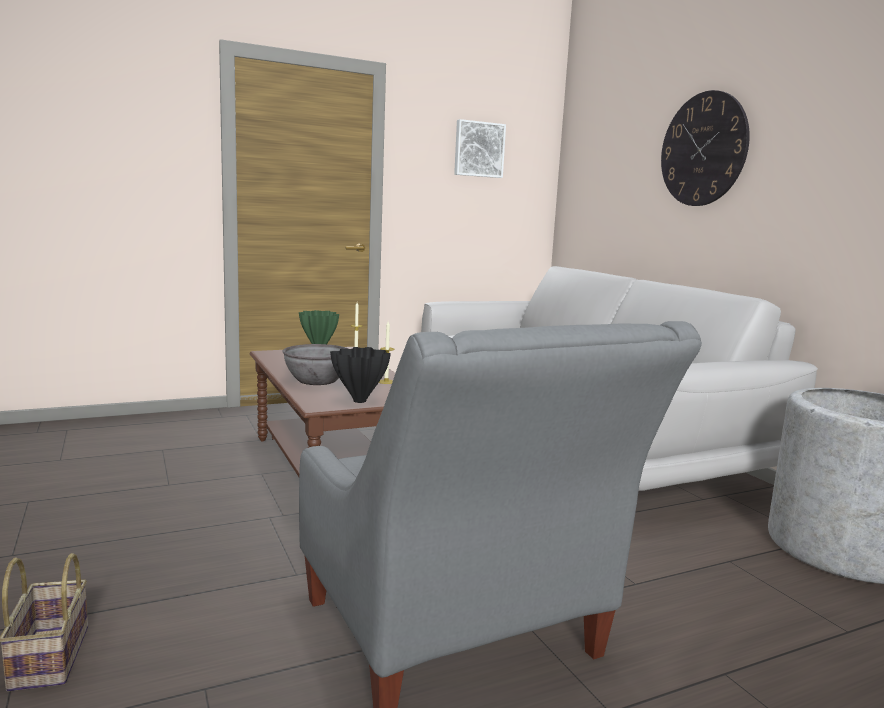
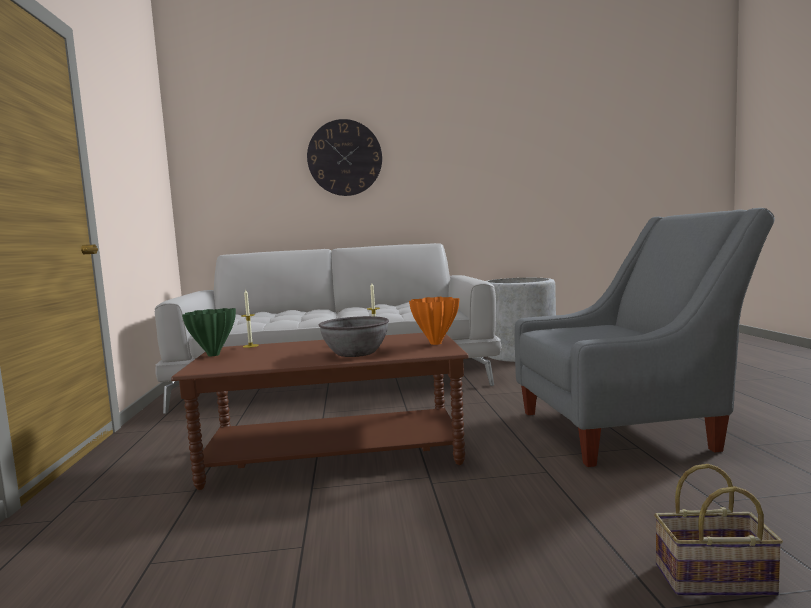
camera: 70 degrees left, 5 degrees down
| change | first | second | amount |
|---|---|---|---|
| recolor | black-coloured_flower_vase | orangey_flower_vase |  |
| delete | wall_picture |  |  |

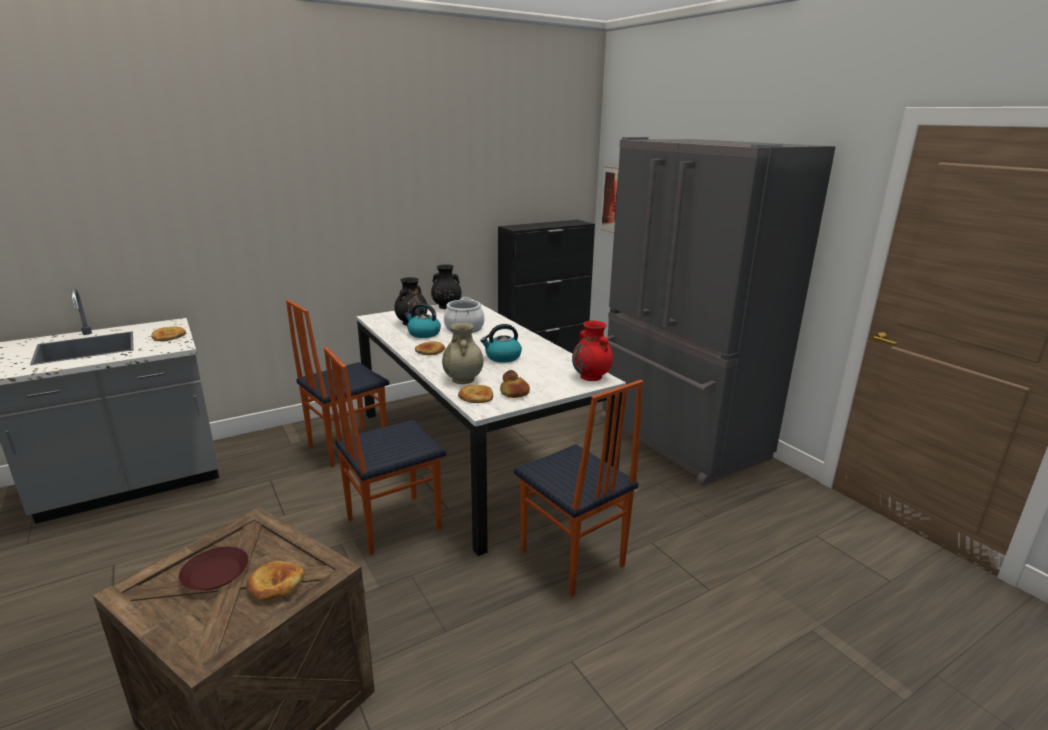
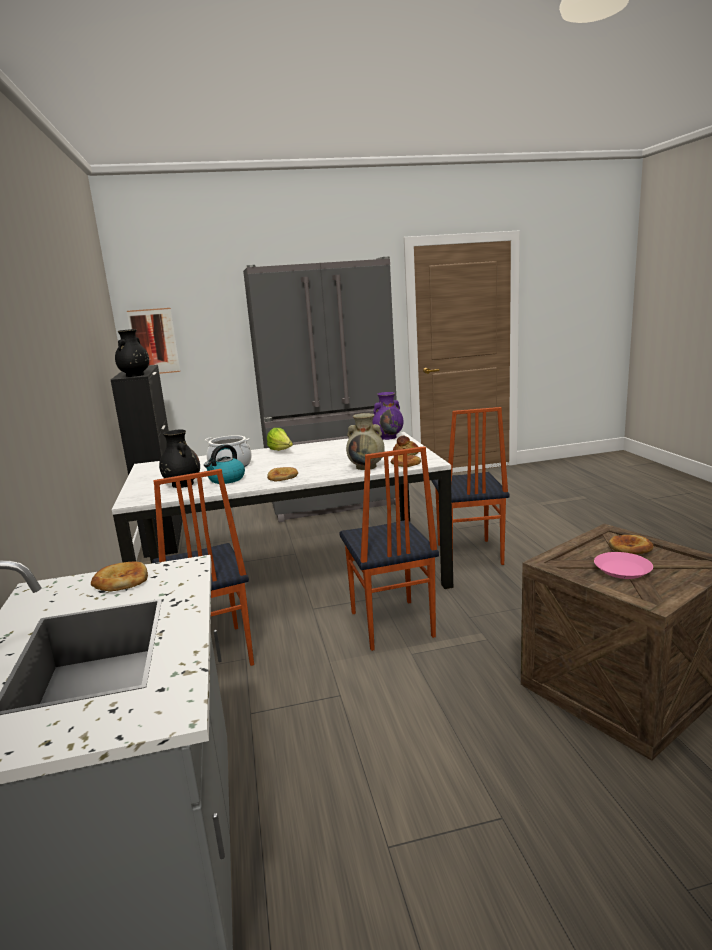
camera: 70 degrees left, 5 degrees down
| change | first | second | amount |
|---|---|---|---|
| move | black-coloured_flower_vase (2nd from left in the first image) | black-coloured_flower_vase (1st from left) |  |
| insert |  | head_of_lettuce |  |
| recolor | reddish_flower_vase | purple_flower_vase |  |
| rotate | plain_chair (3rd from left) |  | 105 degrees clockwise |
| recolor | brown-coloured_plate | pink-coloured_plate |  |
| delete | tea_kettle (2nd from left) |  |  |

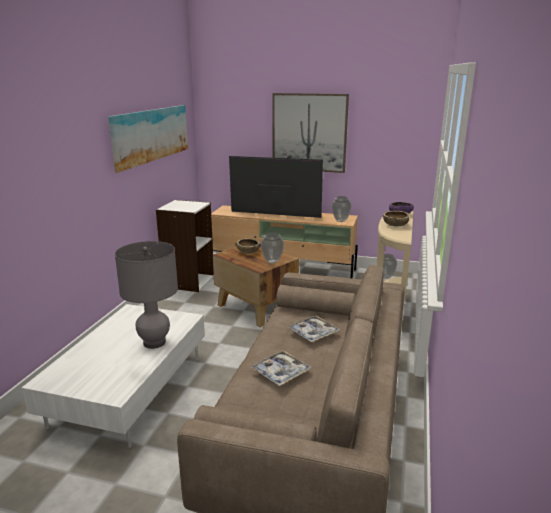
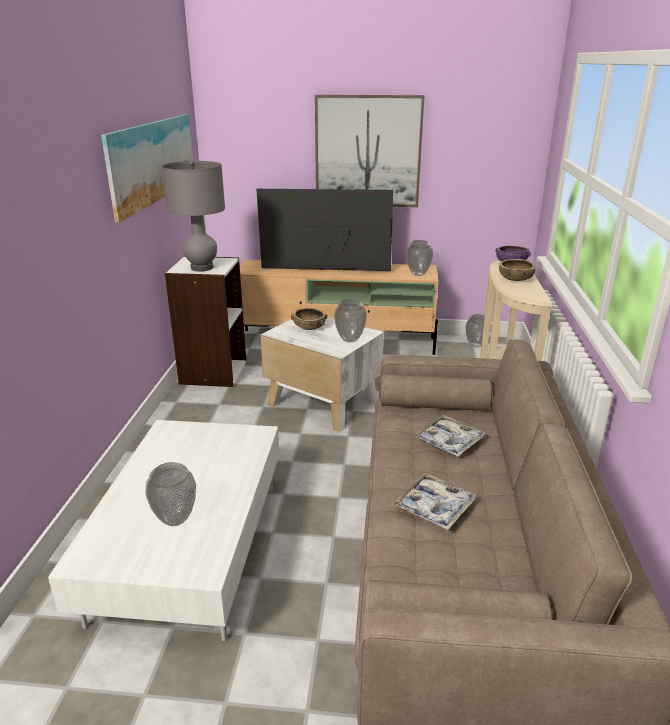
camera: 10 degrees left, 5 degrees up
| change | first | second | amount |
|---|---|---|---|
| insert |  | flower_vase (1st from left) |  |
| move | greyish_lamp_for_a_table |  |  |
| recolor | brown-coloured_side_table | whitish_side_table |  |

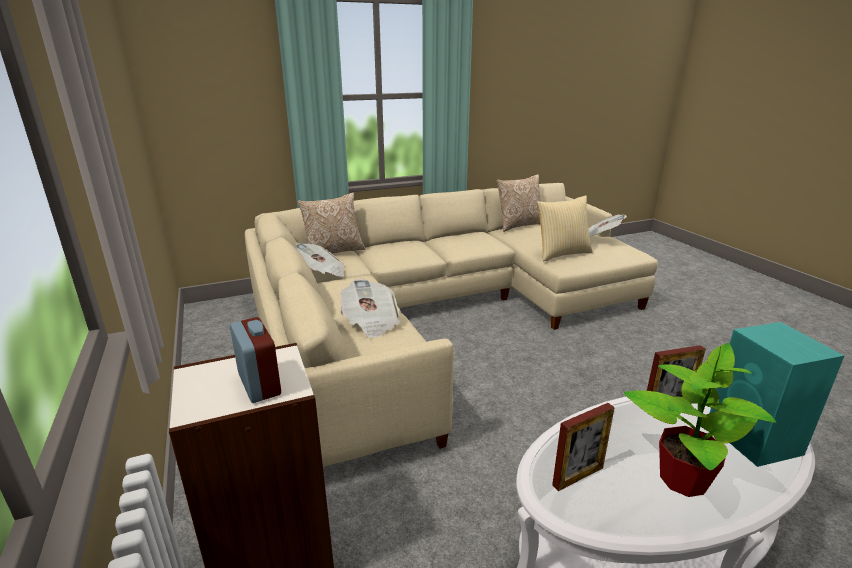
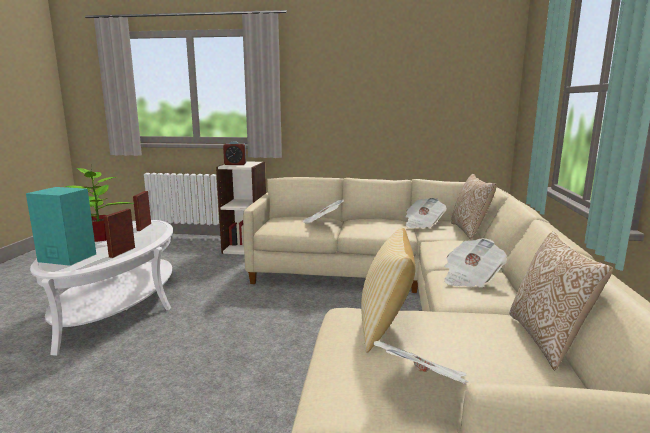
camera: 120 degrees right, 10 degrees down
| change | first | second | amount |
|---|---|---|---|
| insert |  | newspaper (4th from left) |  |

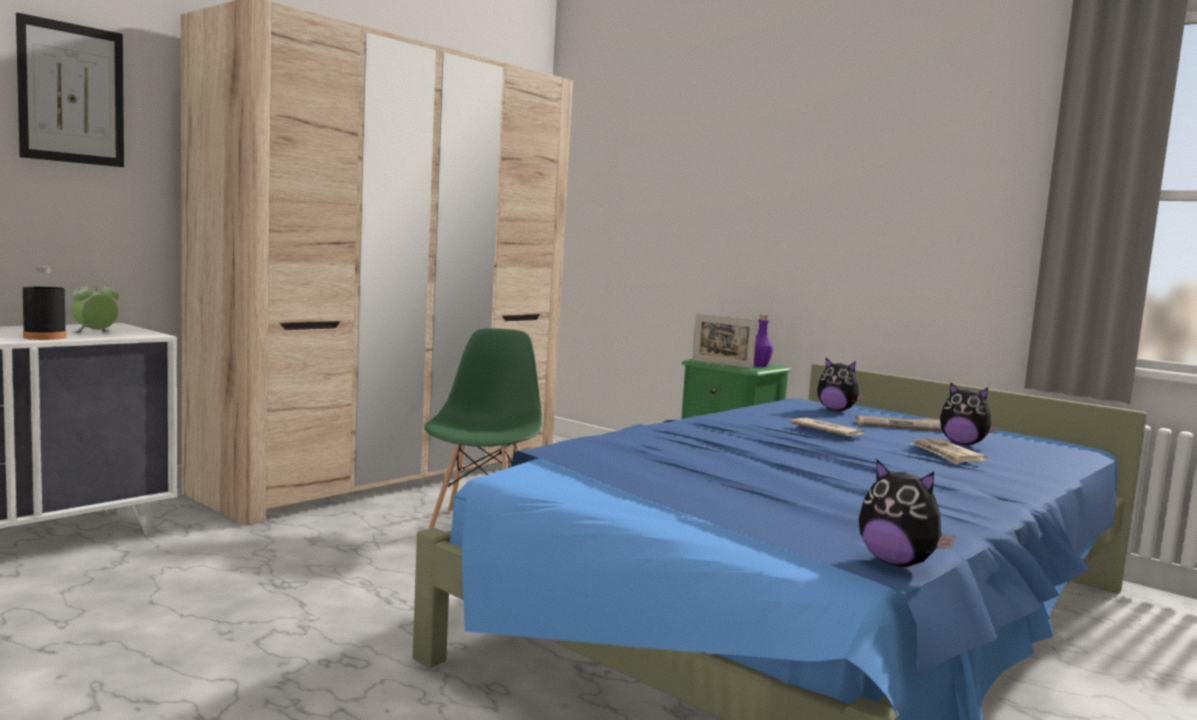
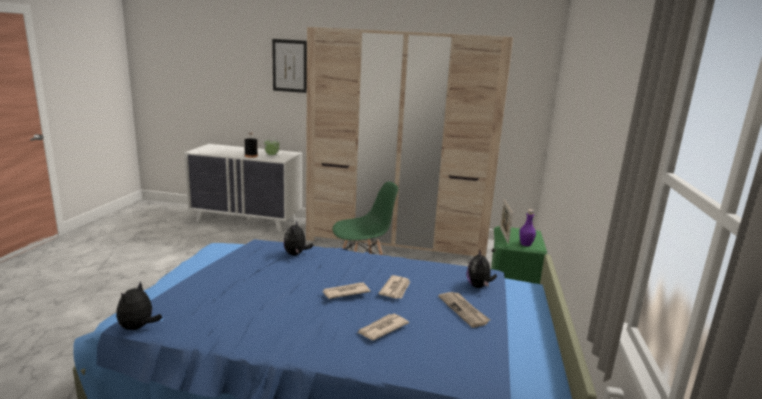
camera: 60 degrees right, 10 degrees up
| change | first | second | amount |
|---|---|---|---|
| move | soft_toy (3rd from left in the first image) | soft_toy (2nd from left) |  |
| insert |  | newspaper (1st from left) |  |

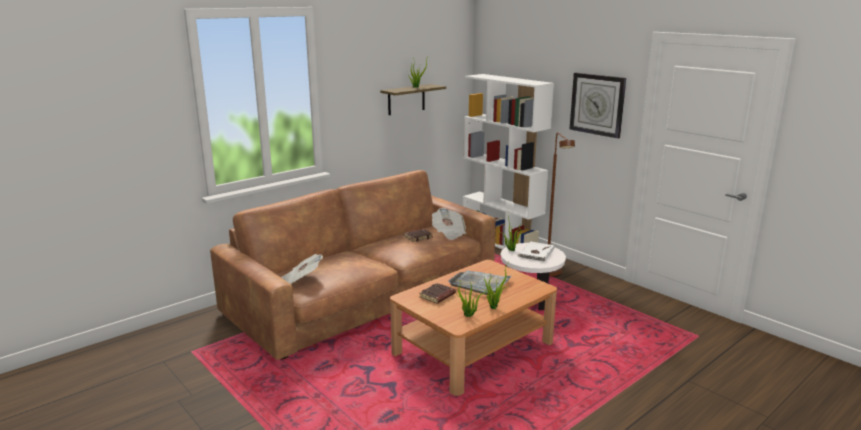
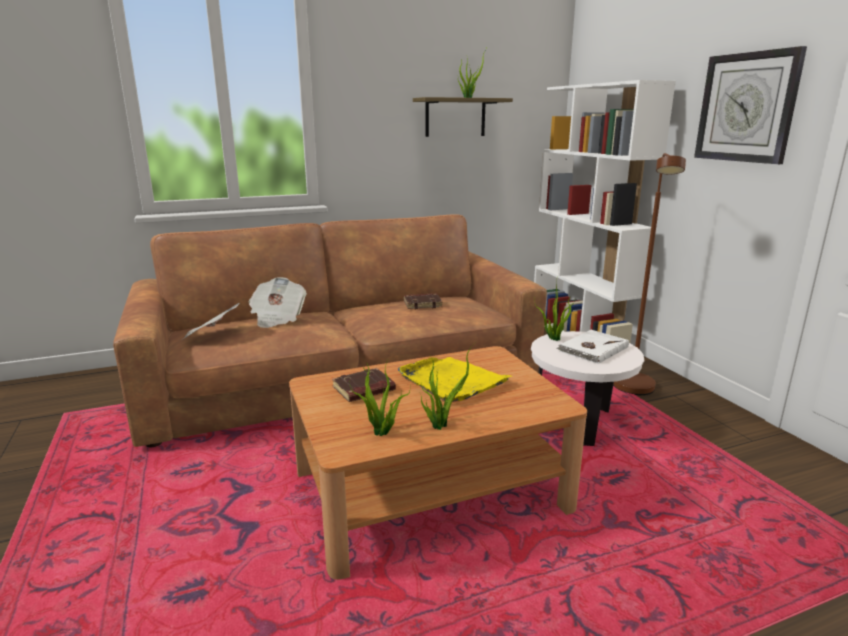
camera: 20 degrees right, 0 degrees up
| change | first | second | amount |
|---|---|---|---|
| move | newspaper (2nd from left) |  |  |
| recolor | greyish_tray | yellow_tray |  |

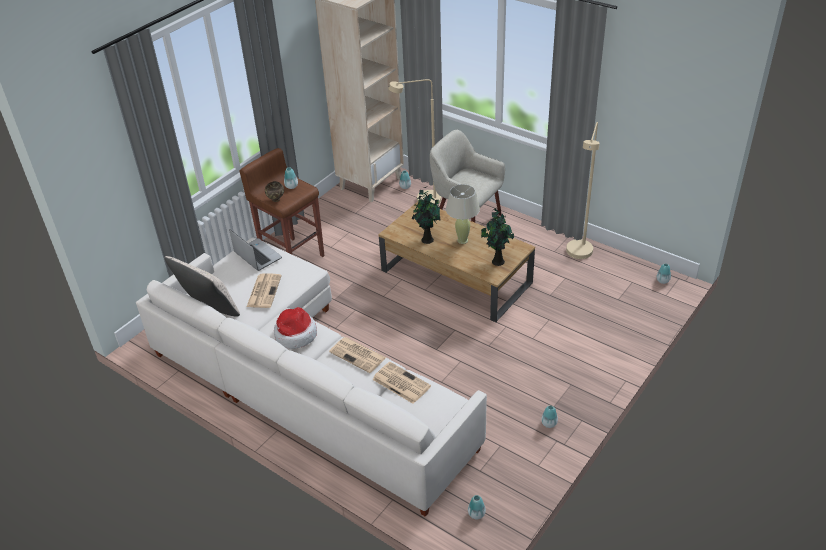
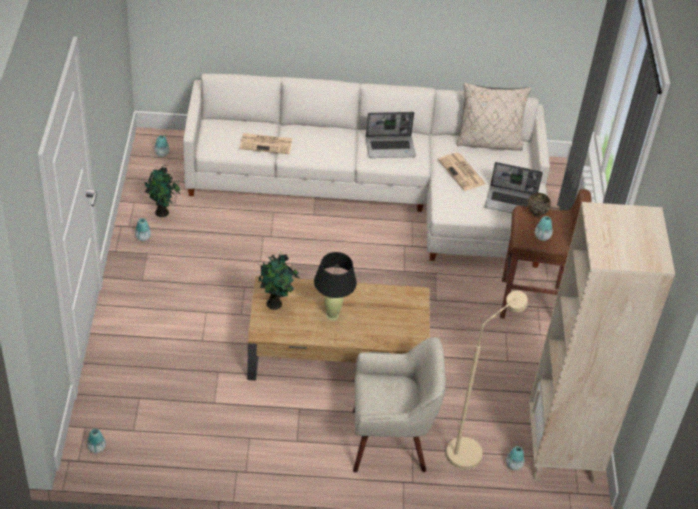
camera: 140 degrees right, 5 degrees up
| change | first | second | amount |
|---|---|---|---|
| move | houseplant (1st from left) |  |  |
| recolor | beige-coloured_lamp_for_a_table | black-coloured_lamp_for_a_table |  |
| replace | clothing_hat | notebook_computer (1st from left) |  |
| delete | newspaper (2nd from left) |  |  |
| delete | beige-coloured_standard_lamp (2nd from left) |  |  |

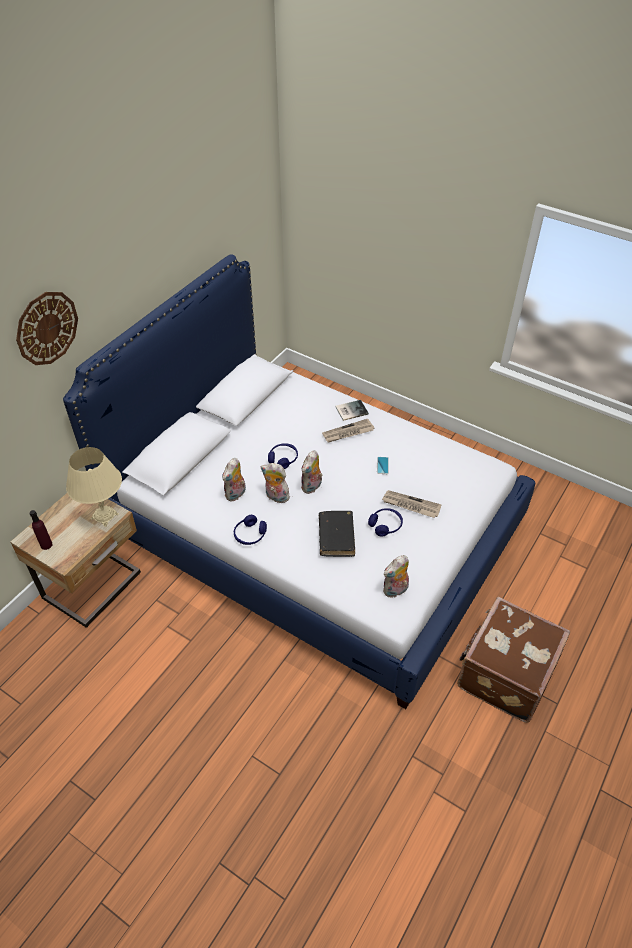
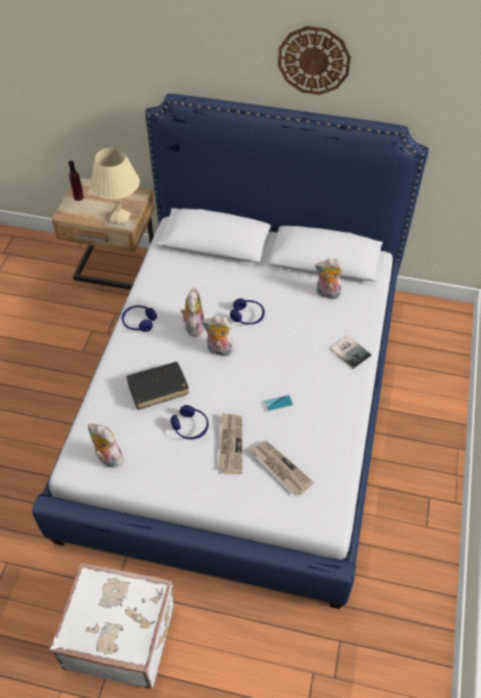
camera: 70 degrees right, 5 degrees up
| change | first | second | amount |
|---|---|---|---|
| recolor | brown-coloured_piece_of_luggage | whitish_piece_of_luggage |  |
| move | newspaper (1st from left in the first image) | newspaper (2nd from left) |  |
| move | hanging_clock |  |  |
| move | soft_toy (1st from left in the first image) | soft_toy (4th from left) |  |

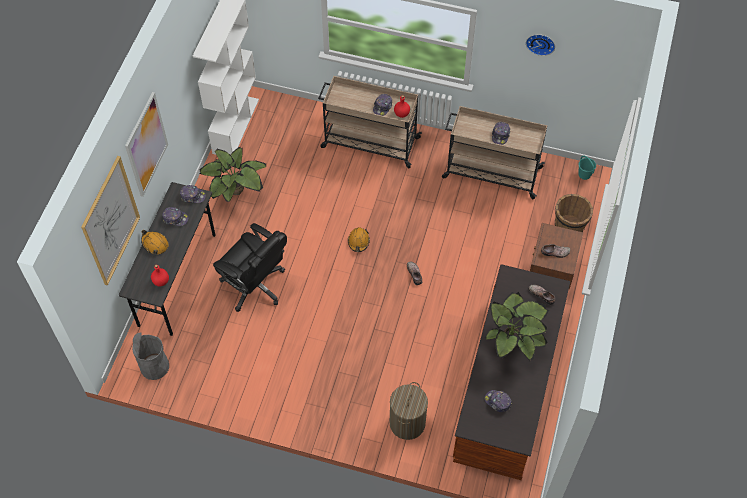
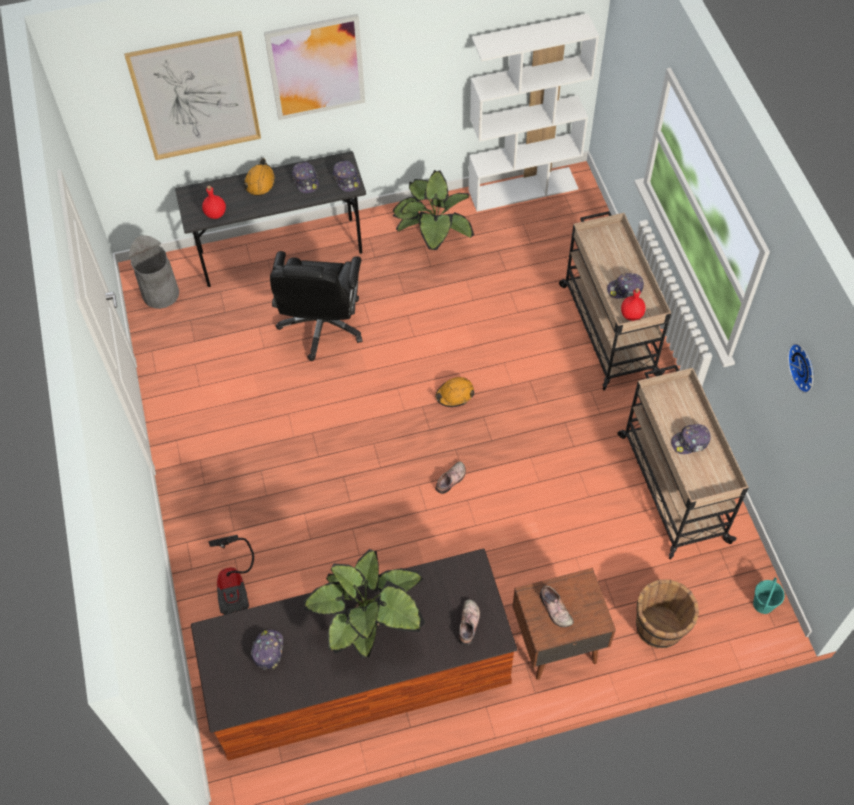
camera: 60 degrees right, 0 degrees up
| change | first | second | amount |
|---|---|---|---|
| replace | laundry_basket | vacuum |  |

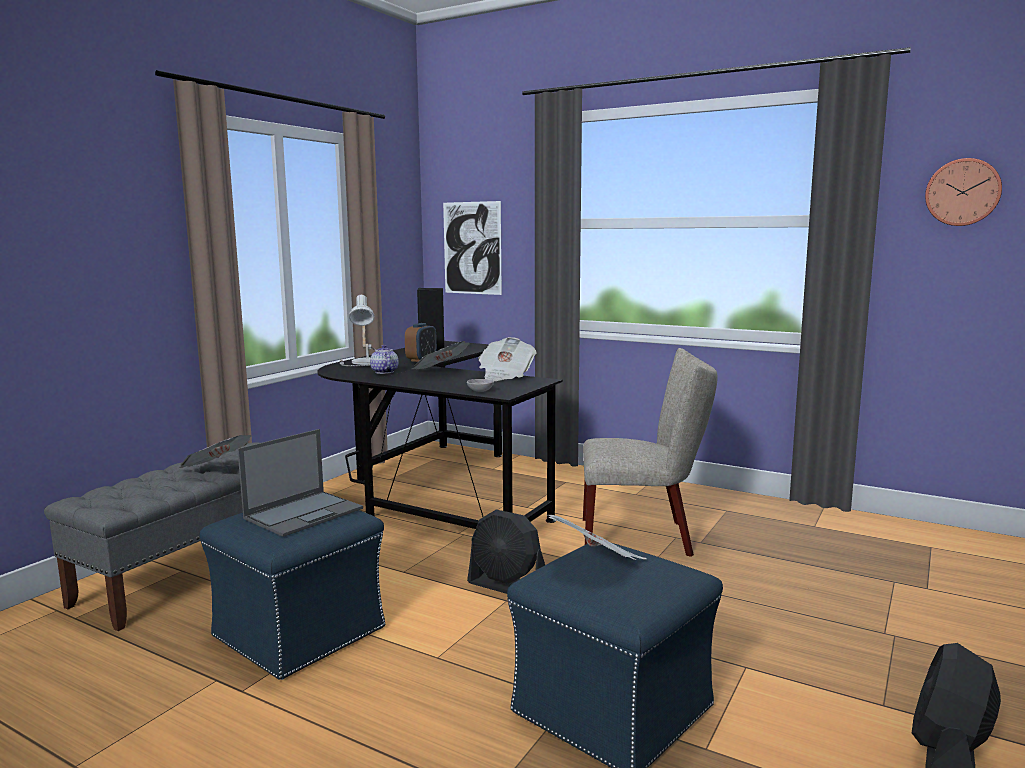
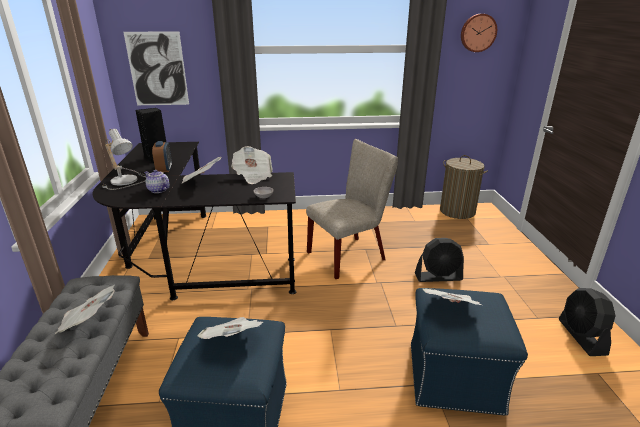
camera: 35 degrees left, 15 degrees up
| change | first | second | amount |
|---|---|---|---|
| replace | notebook_computer | newspaper (3rd from left) |  |
| move | black-coloured_electric_fan (1st from left) |  |  |
| insert |  | laundry_basket |  |

